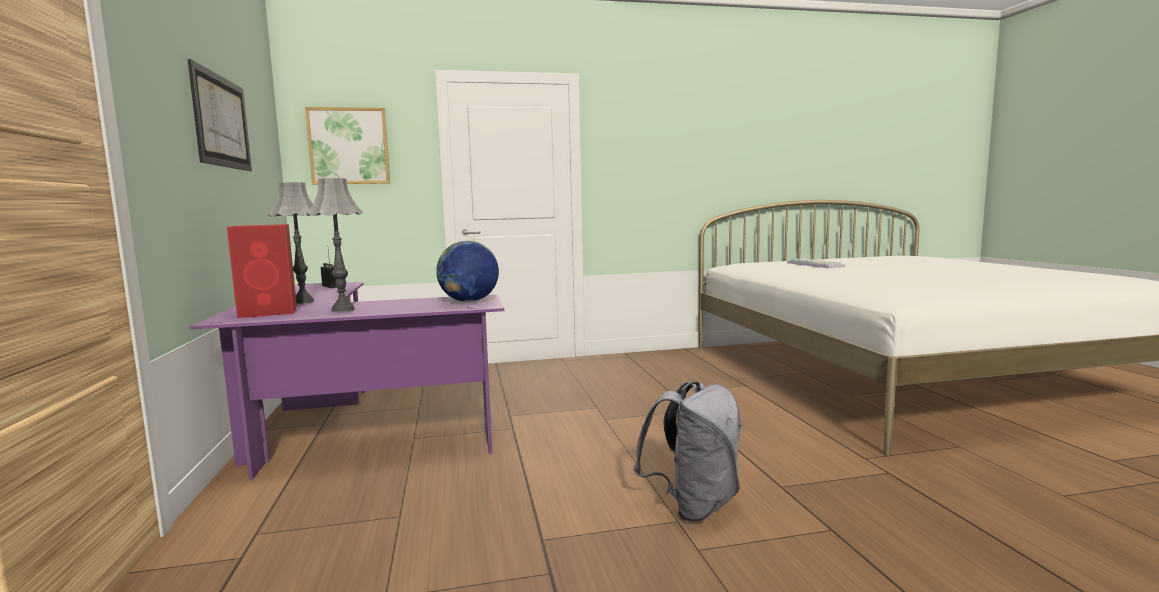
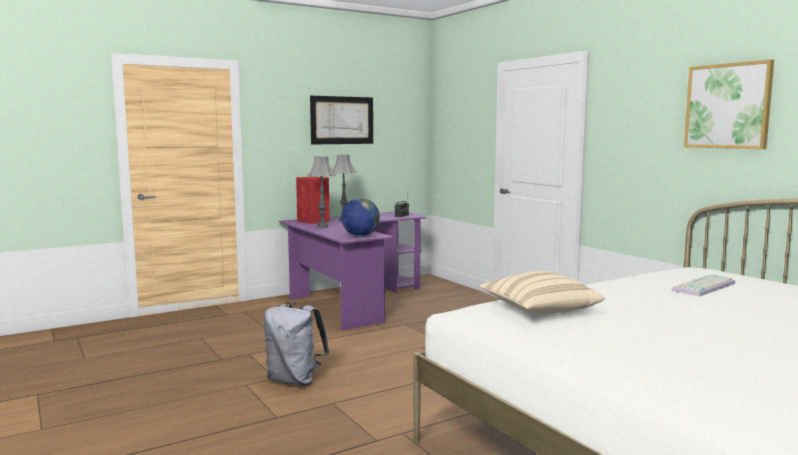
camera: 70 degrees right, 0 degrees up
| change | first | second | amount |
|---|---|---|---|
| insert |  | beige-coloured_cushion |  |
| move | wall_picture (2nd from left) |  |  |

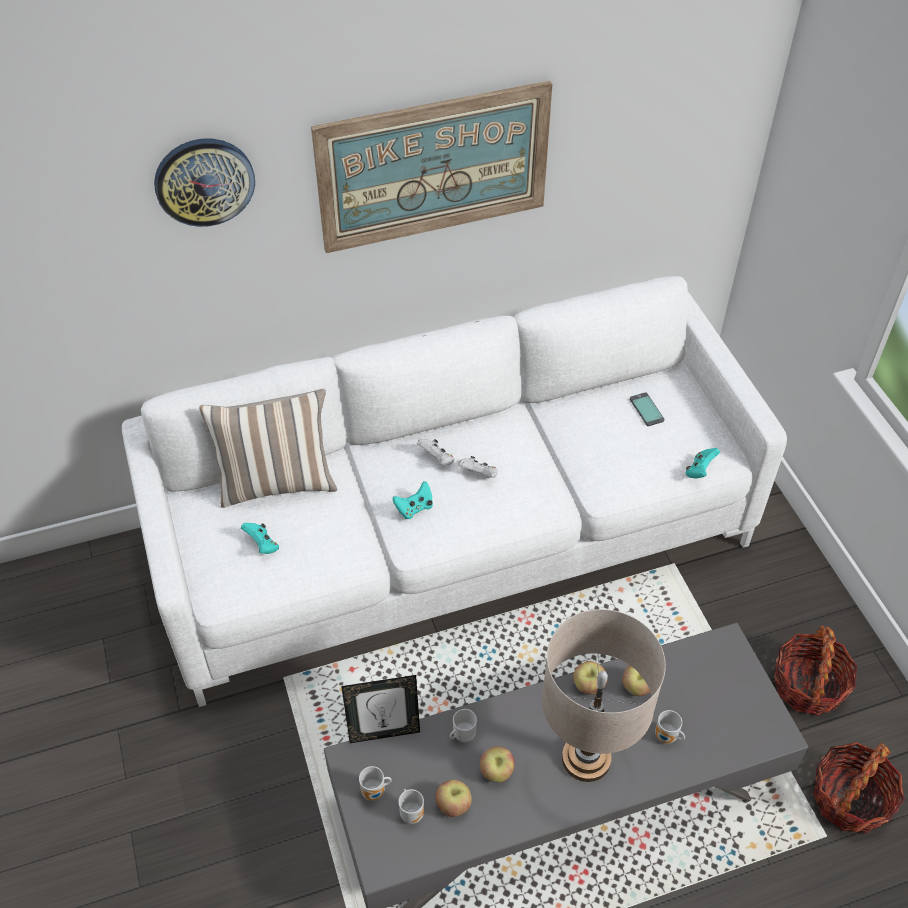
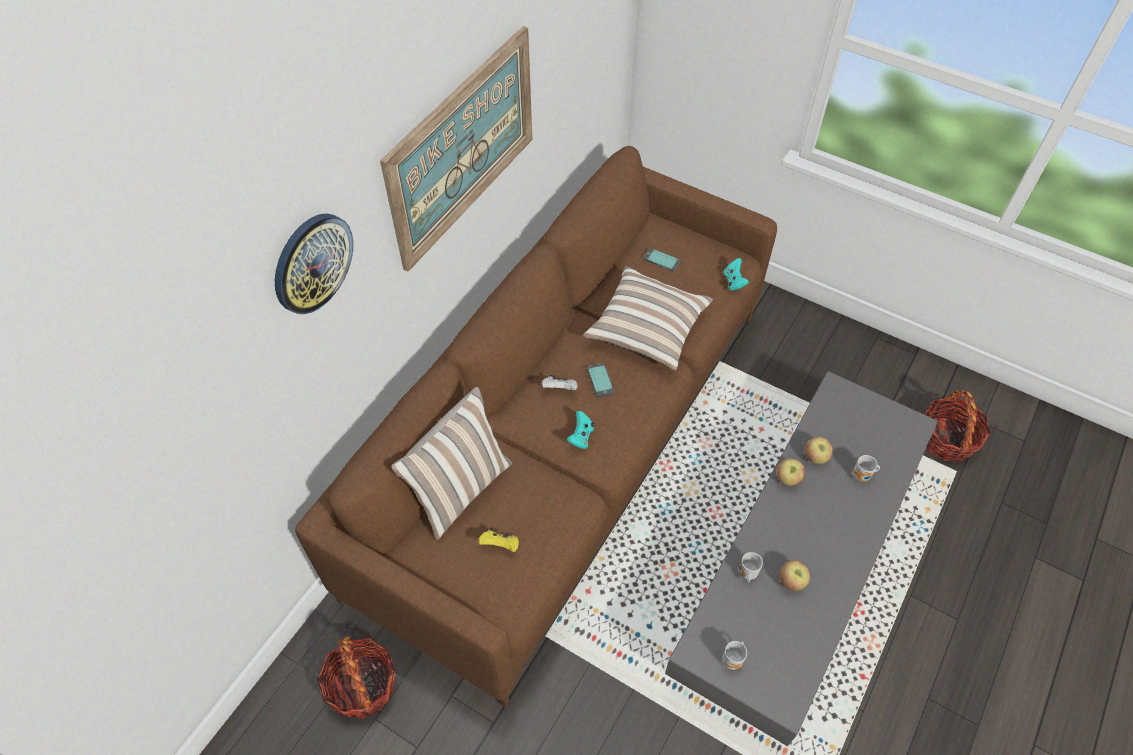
camera: 40 degrees left, 5 degrees up
| change | first | second | amount |
|---|---|---|---|
| recolor | whitish_couch | brown-coloured_couch |  |
| move | storage_basket (1st from left) |  |  |
| recolor | blue-green_joypad (1st from left) | yellow_joypad |  |
| insert |  | cushion (2nd from left) |  |
| replace | whitish_joypad (2nd from left) | phone (1st from left) |  |
| delete | standing_frame |  |  |
| delete | tea_mug (2nd from left) |  |  |
| delete | apple_fruit (1st from left) |  |  |
| delete | beige-coloured_lamp_for_a_table |  |  |

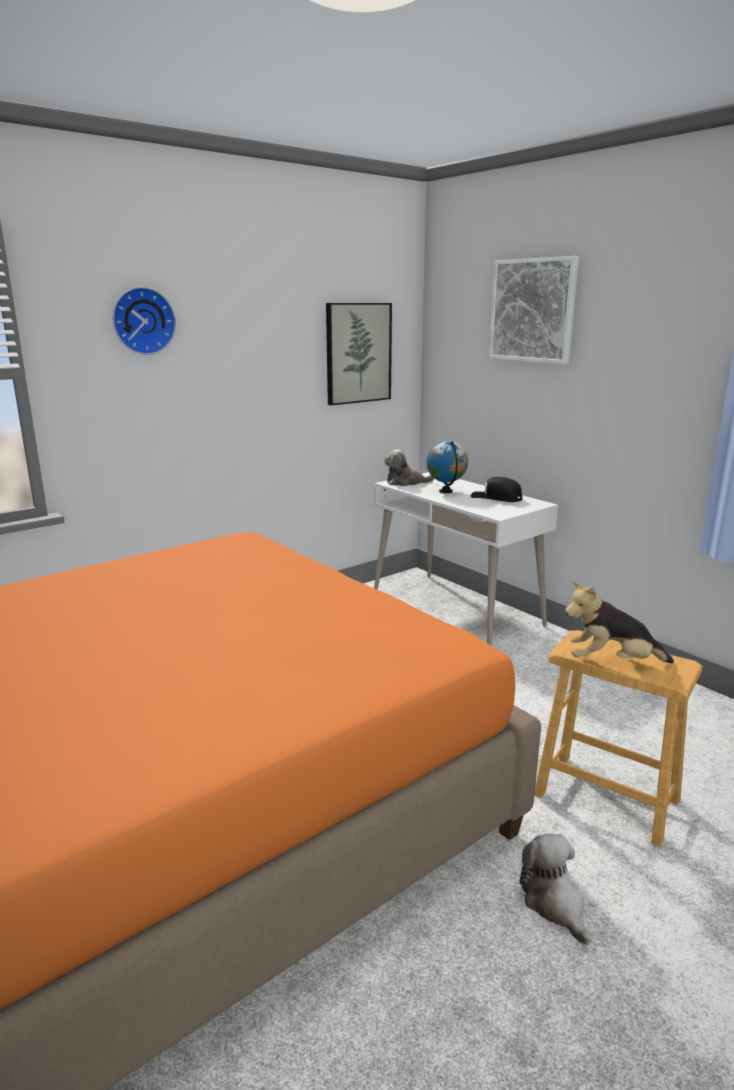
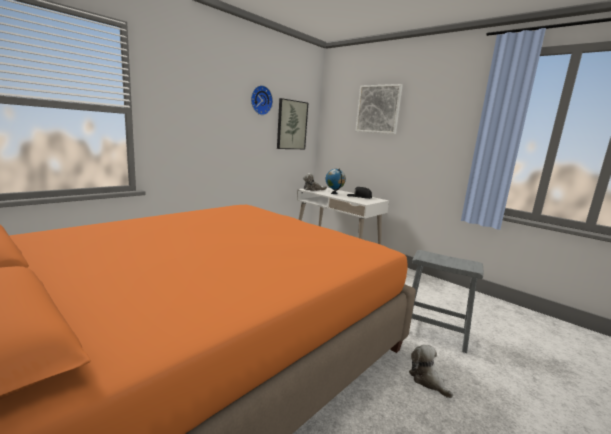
camera: 10 degrees left, 5 degrees down
| change | first | second | amount |
|---|---|---|---|
| move | hanging_clock |  |  |
| recolor | brown-coloured_sitting_stool | greyish_sitting_stool |  |
| delete | soft_toy (3rd from left) |  |  |

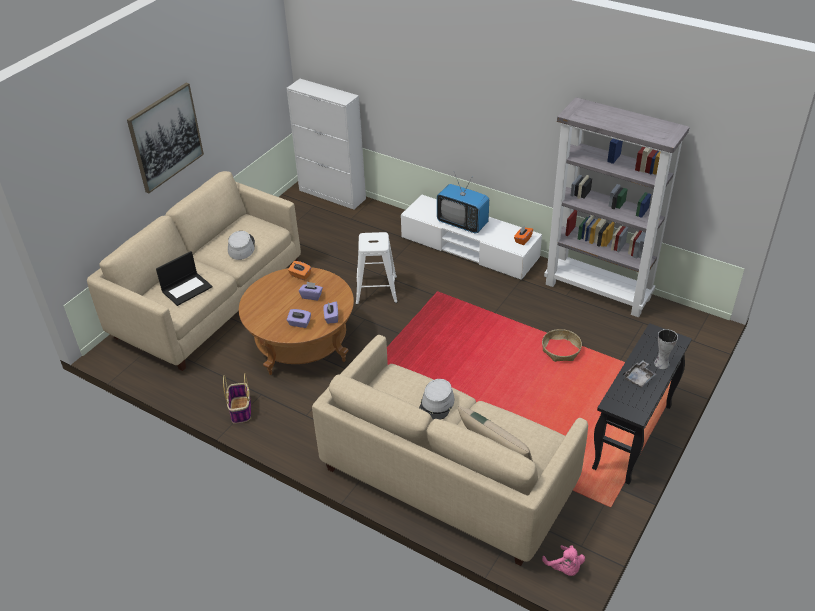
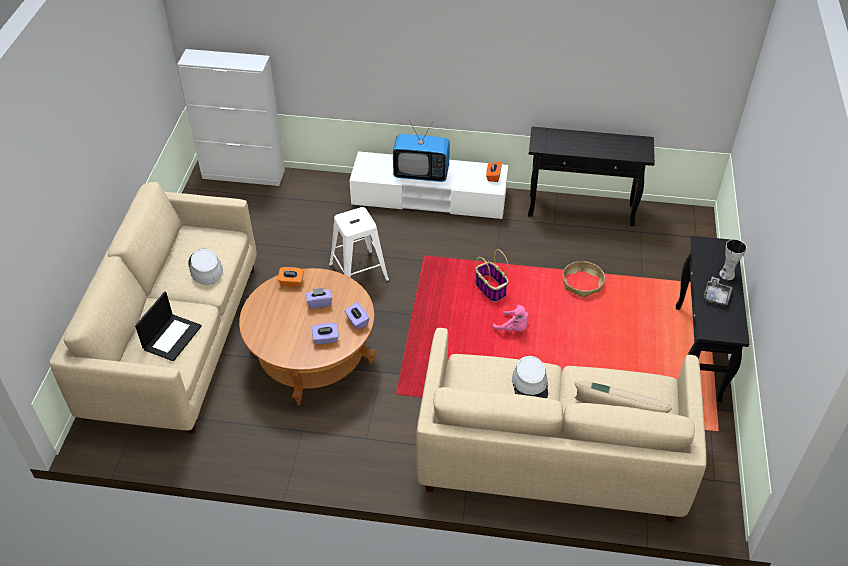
camera: 25 degrees left, 5 degrees up
| change | first | second | amount |
|---|---|---|---|
| move | storage_basket (1st from left) |  |  |
| move | pink-coloured_soft_toy |  |  |
| replace | greyish_shelving_unit | black-coloured_narrow_table (1st from left) |  |
| delete | wall_picture |  |  |

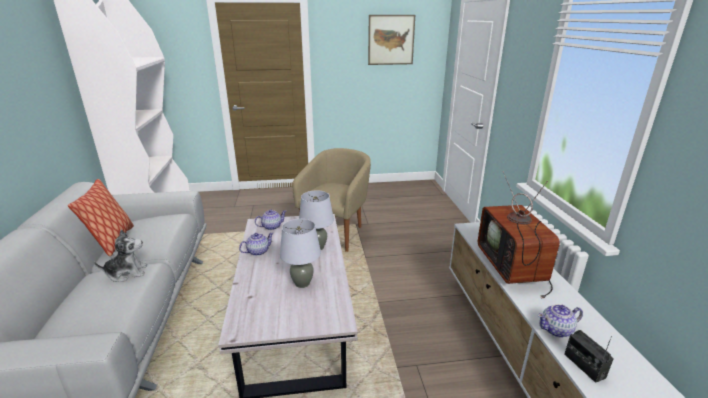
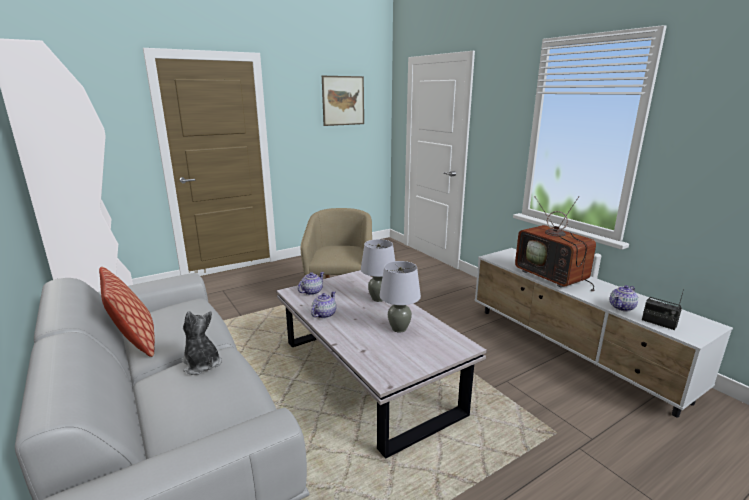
camera: 25 degrees left, 5 degrees down
| change | first | second | amount |
|---|---|---|---|
| rotate | soft_toy |  | 90 degrees counterclockwise |

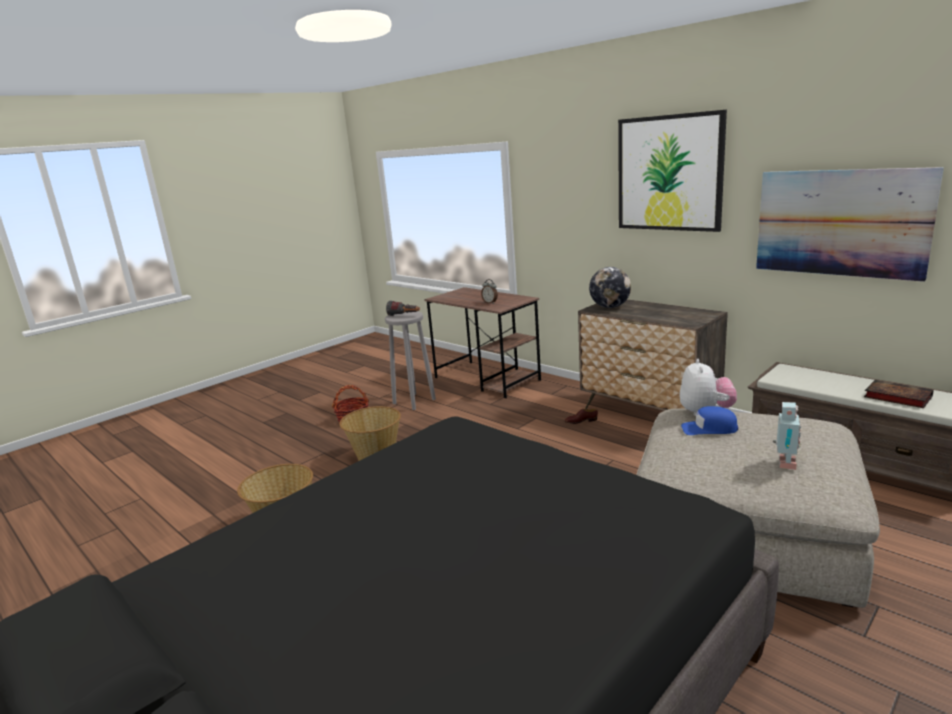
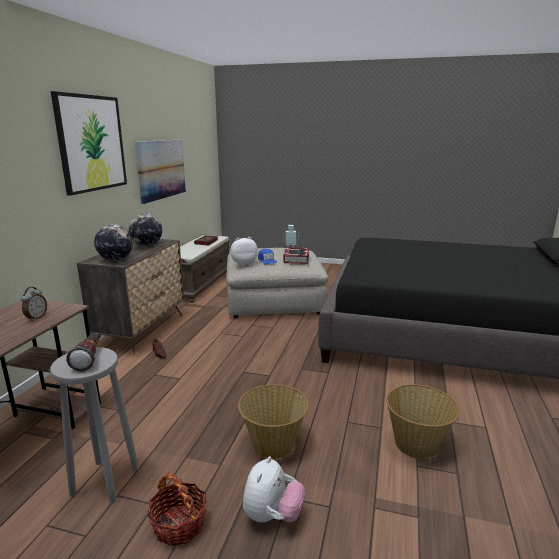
camera: 120 degrees left, 0 degrees up
| change | first | second | amount |
|---|---|---|---|
| insert |  | globe (2nd from left) |  |
| insert |  | soft_toy (2nd from left) |  |
| insert |  | book (2nd from left) |  |

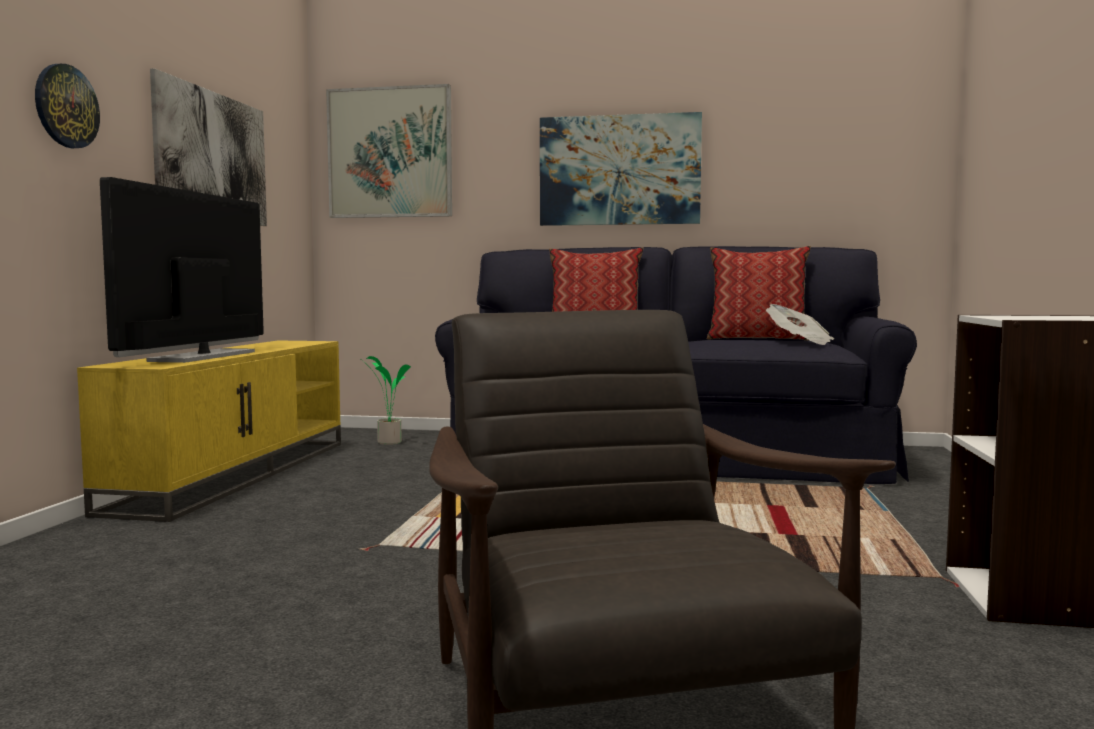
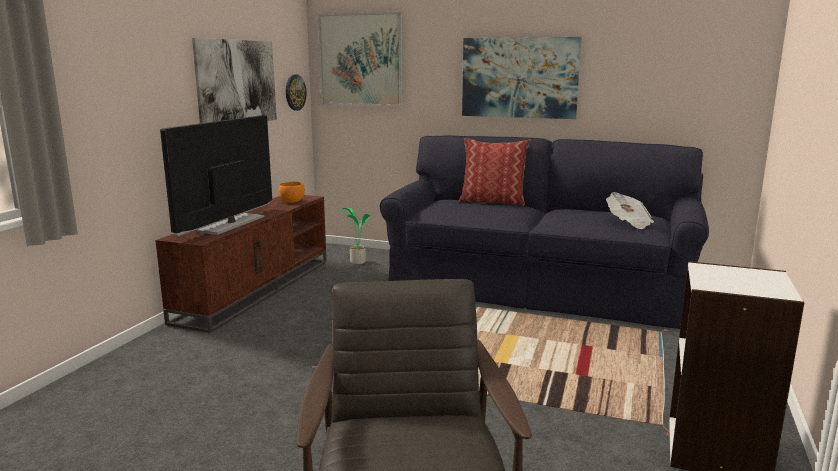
camera: 10 degrees right, 10 degrees up
| change | first | second | amount |
|---|---|---|---|
| recolor | yellow_tv_stand | brown-coloured_tv_stand |  |
| insert |  | orangey_deep_dish |  |
| move | hanging_clock |  |  |
| delete | cushion (2nd from left) |  |  |

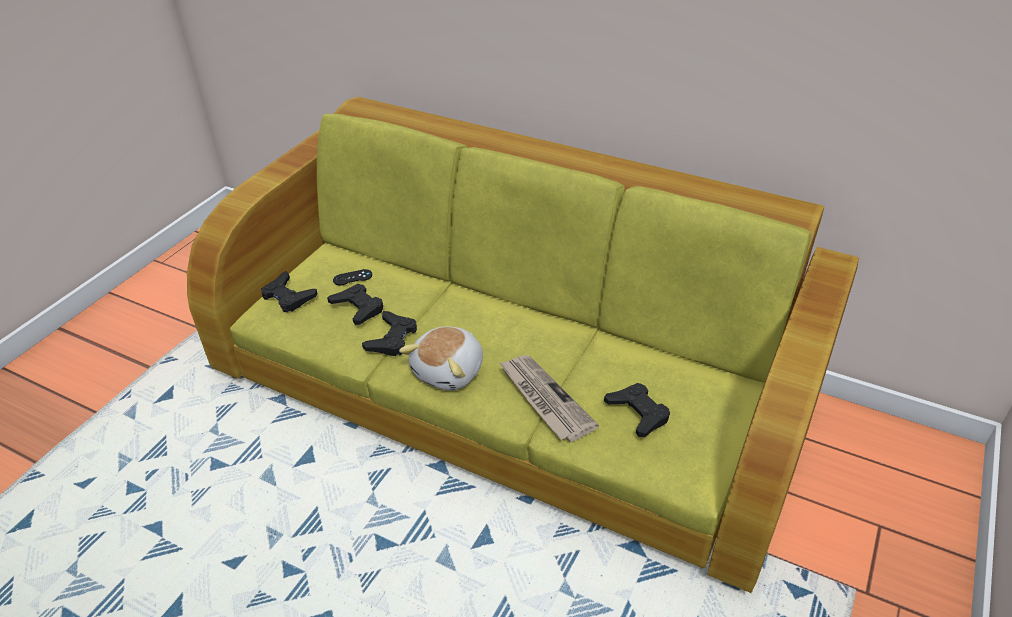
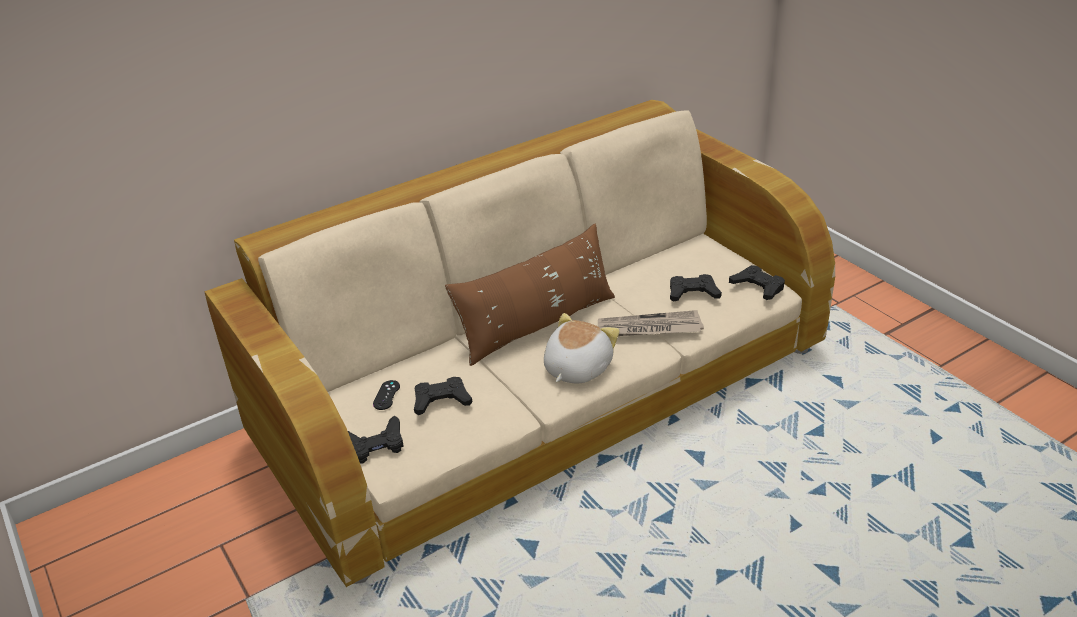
camera: 60 degrees left, 5 degrees down
| change | first | second | amount |
|---|---|---|---|
| recolor | green-coloured_couch | beige-coloured_couch |  |
| insert |  | brown-coloured_cushion |  |
| rotate | soft_toy |  | 120 degrees counterclockwise |
| move | black-coloured_joypad (4th from left in the first image) | black-coloured_joypad (5th from left) |  |

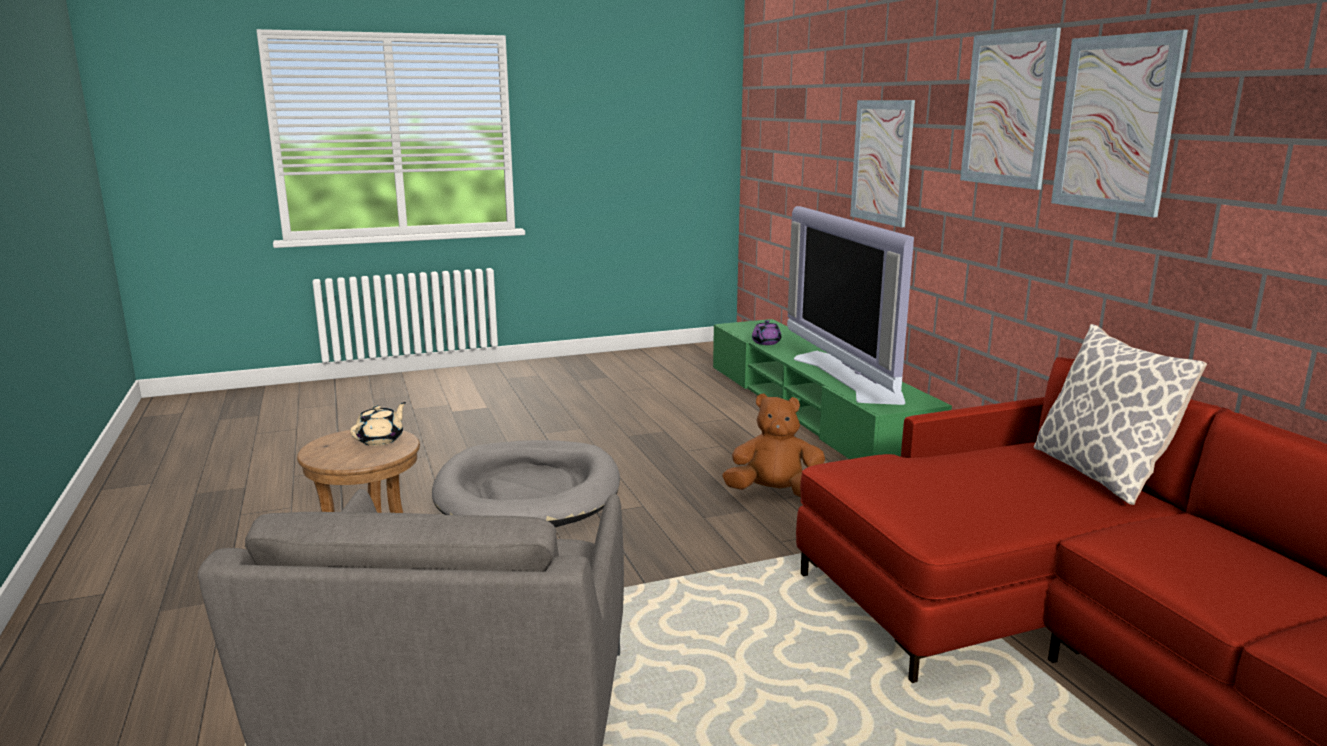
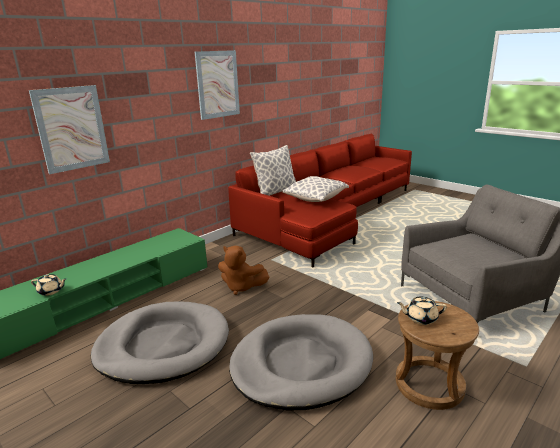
camera: 115 degrees left, 5 degrees up
| change | first | second | amount |
|---|---|---|---|
| recolor | purple_pot_for_tea | beige-coloured_pot_for_tea (1st from left) |  |
| insert |  | greyish_dog_bed (1st from left) |  |
| rotate | brown-coloured_soft_toy |  | 45 degrees counterclockwise |
| insert |  | cushion (2nd from left) |  |
| delete | TV |  |  |
| delete | wall_picture (2nd from left) |  |  |

